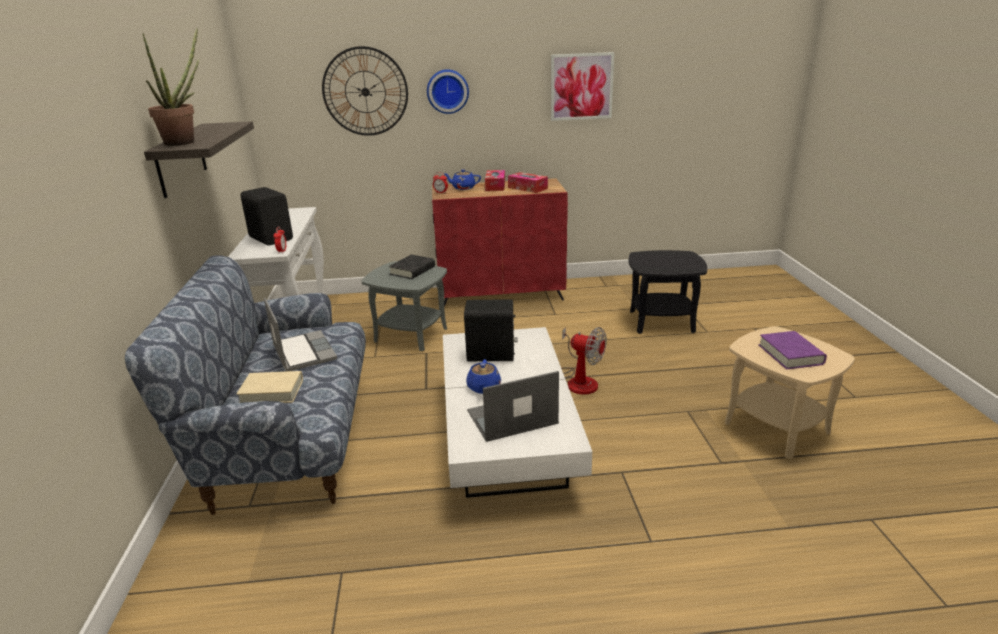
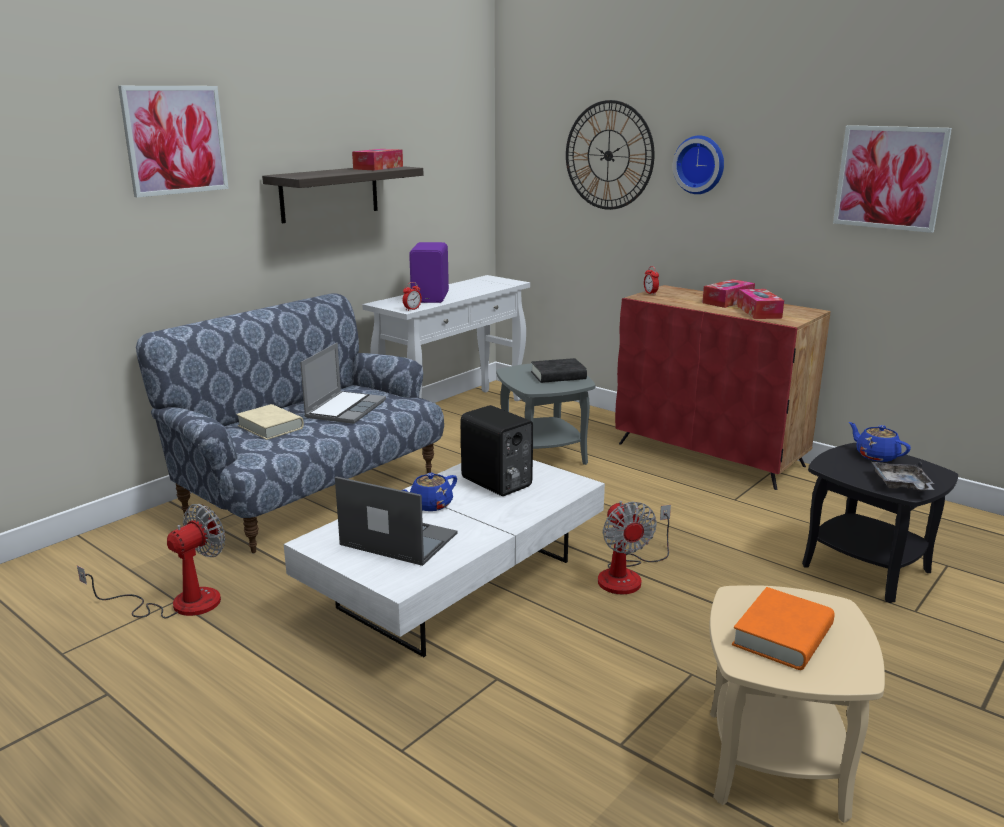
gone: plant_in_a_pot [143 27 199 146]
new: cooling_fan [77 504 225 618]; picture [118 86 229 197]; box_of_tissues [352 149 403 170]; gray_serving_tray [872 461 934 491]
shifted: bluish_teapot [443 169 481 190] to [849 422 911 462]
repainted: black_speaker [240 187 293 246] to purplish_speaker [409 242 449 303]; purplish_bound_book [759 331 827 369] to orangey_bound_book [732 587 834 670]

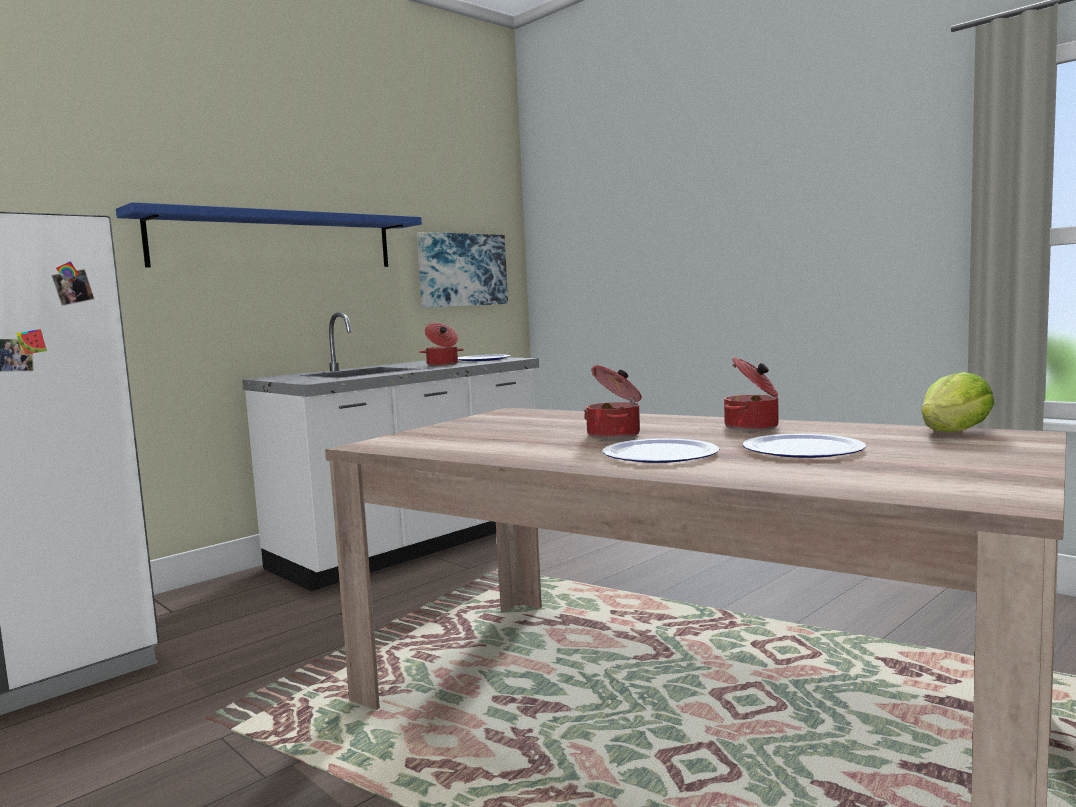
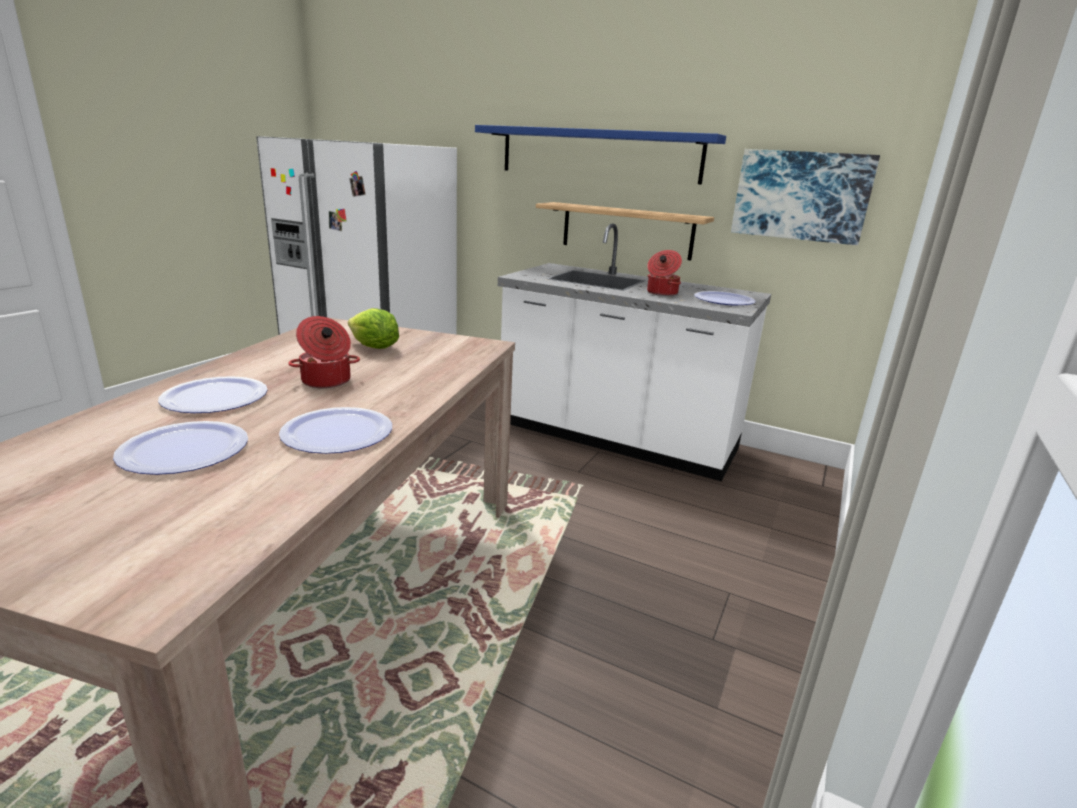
new: wall_shelf [536 202 714 261]
shifted: lettuce_head [922 372 994 432] to [348 308 399 349]
swapped: stockpot [724 357 779 431] to plate [279 407 392 454]

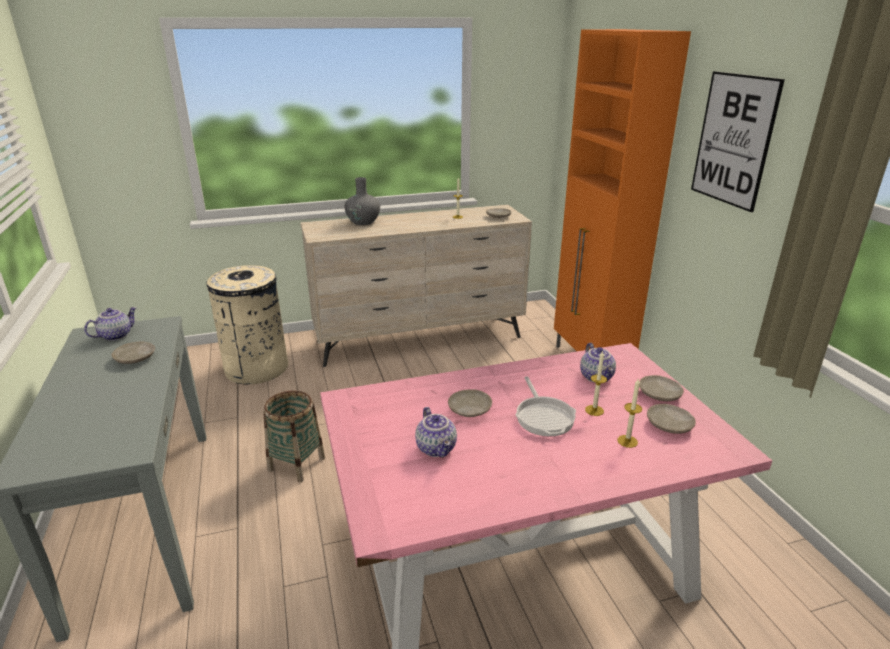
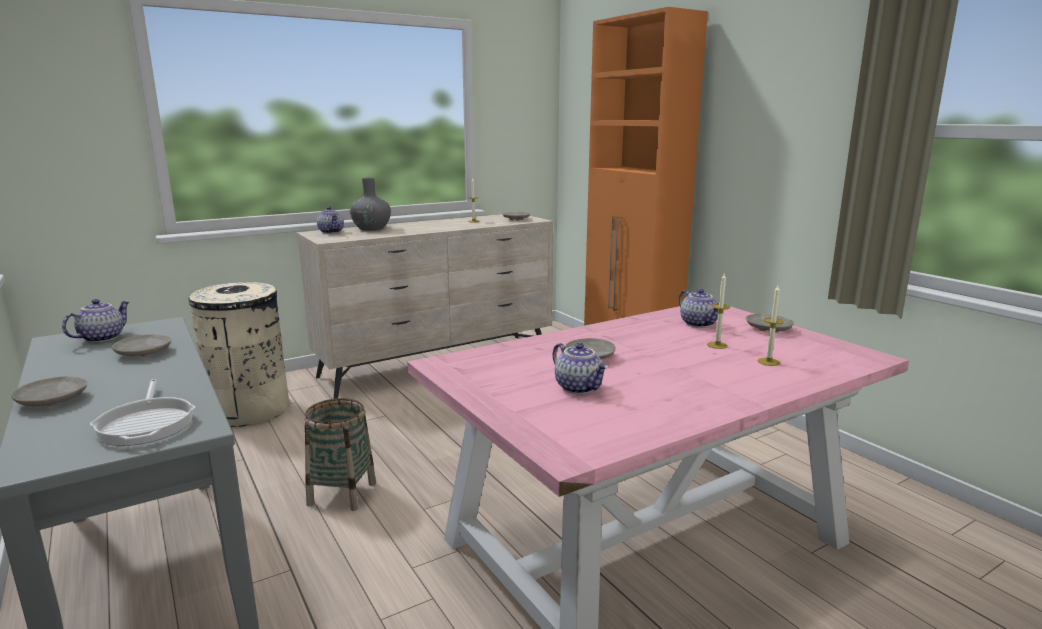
gone: picture [691 71 785 212]
new: teapot [317 206 344 234]
shifted: skillet [516 376 576 436] to [90 379 196 446]; beige-coloured_plate [647 404 696 434] to [11 376 88 406]

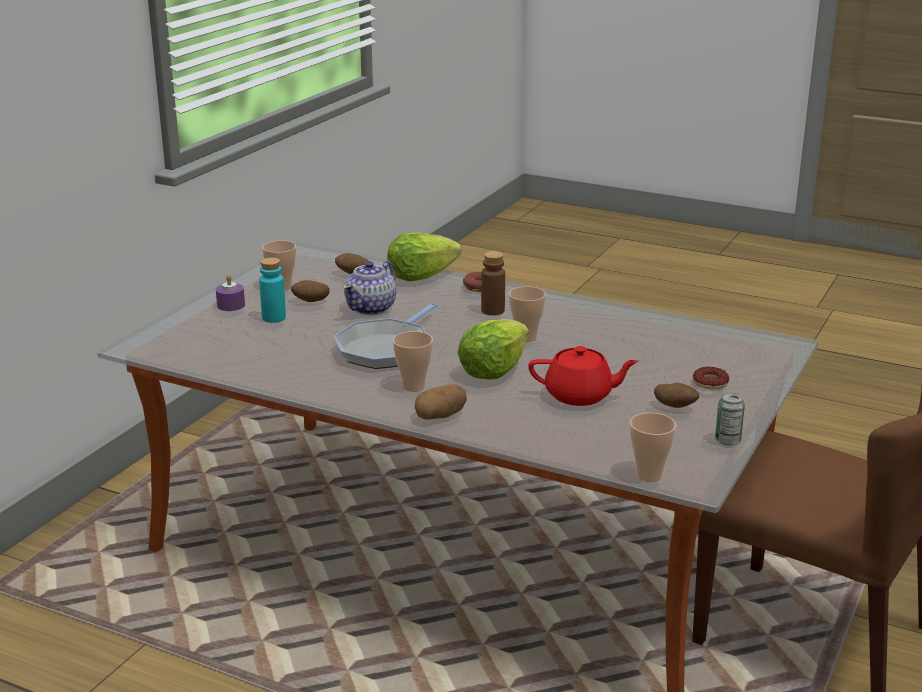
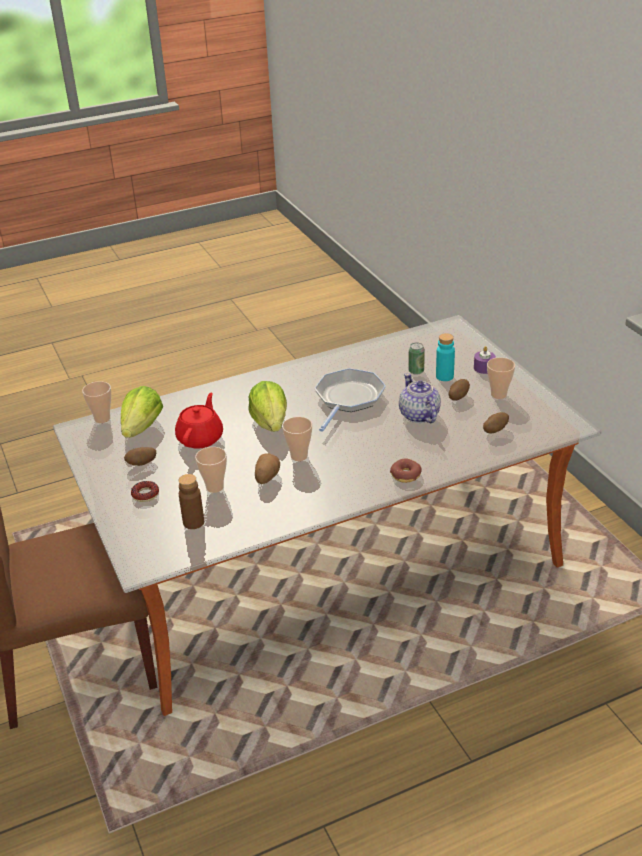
shifted: lettuce_head [387 233 461 281] to [121 386 163 438]; small_cup [393 331 433 391] to [195 447 227 493]; whole_potato [415 384 467 420] to [255 454 280 484]; brown-coloured_bottle [481 251 505 315] to [179 474 204 529]; can [715 393 745 446] to [408 343 425 375]
rotated: skillet [334 303 438 369] = [314 368 386 432] 45 degrees clockwise; red-coloured_teapot [528 346 639 406] = [175 392 223 449] 150 degrees clockwise

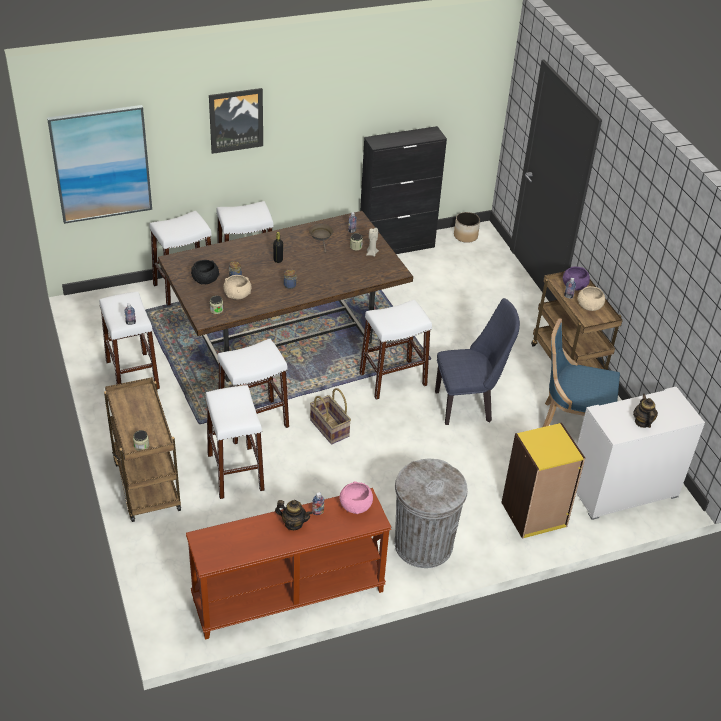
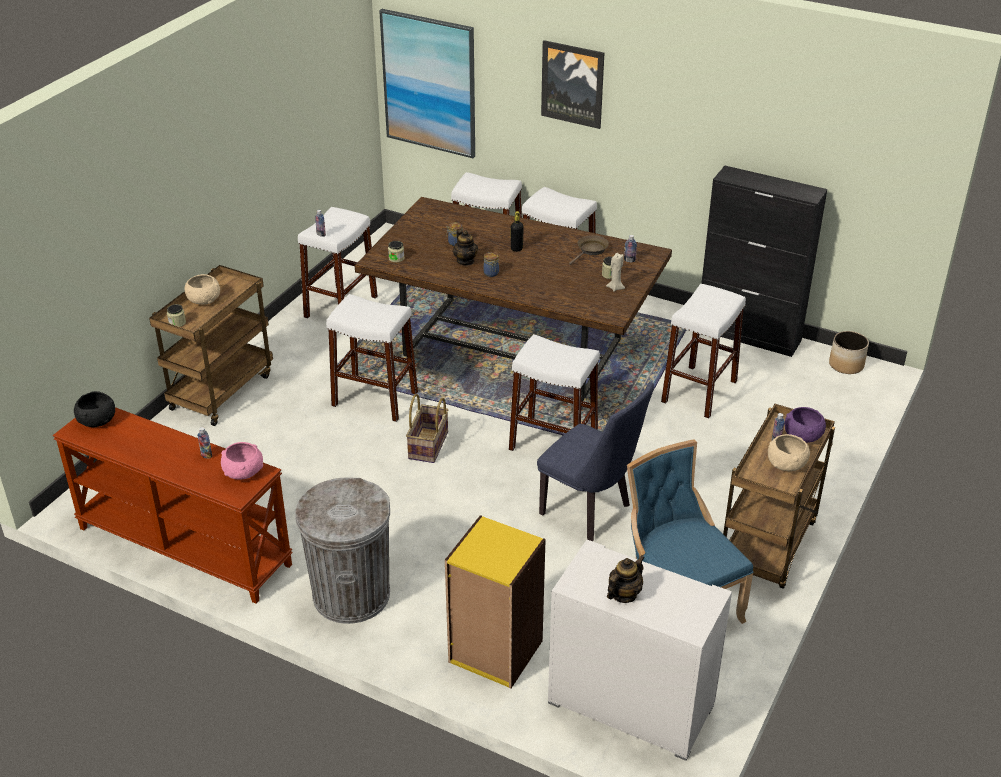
shifted: black_deep_dish [191 260 220 284] to [74 391 115 427]; white-coloured_sitting_stool [205 385 265 499] to [661 284 746 418]; beige-coloured_deep_dish [223 275 252 299] to [185 274 220 305]; teapot [275 500 312 530] to [453 229 478 265]

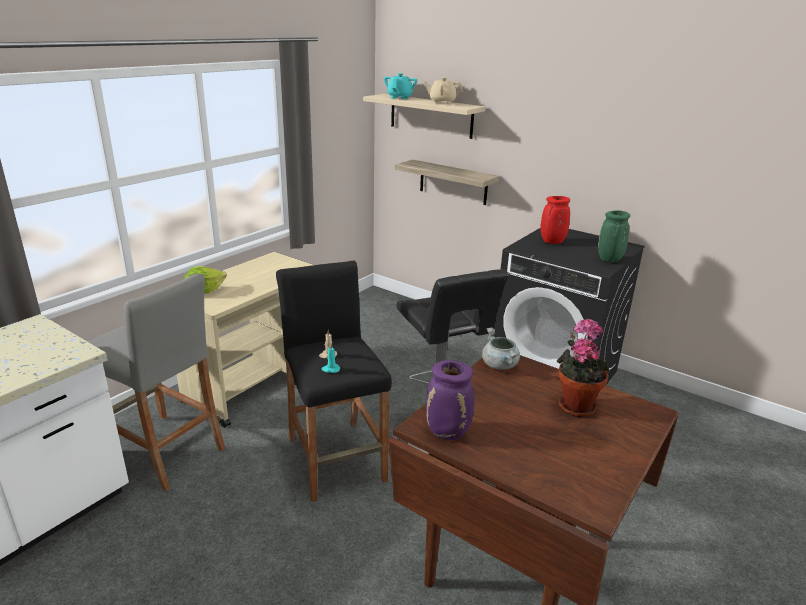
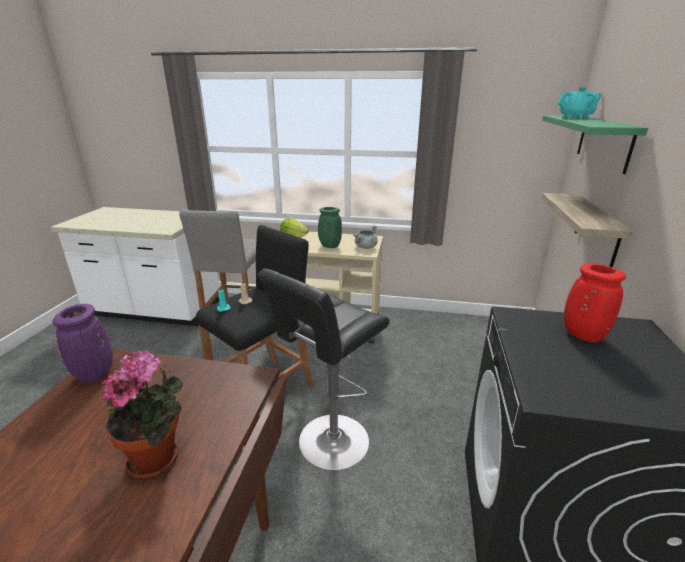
gone: beige-coloured_teapot [424 77 463 104]
shifted: gray_stockpot [482 328 520 370] to [353 225 378 249]; greenish_flower_vase [598 210 630 262] to [318 207 342 248]
repainted: beige-coloured_wall_shelf [363 94 486 139] to greenish_wall_shelf [542 115 648 174]

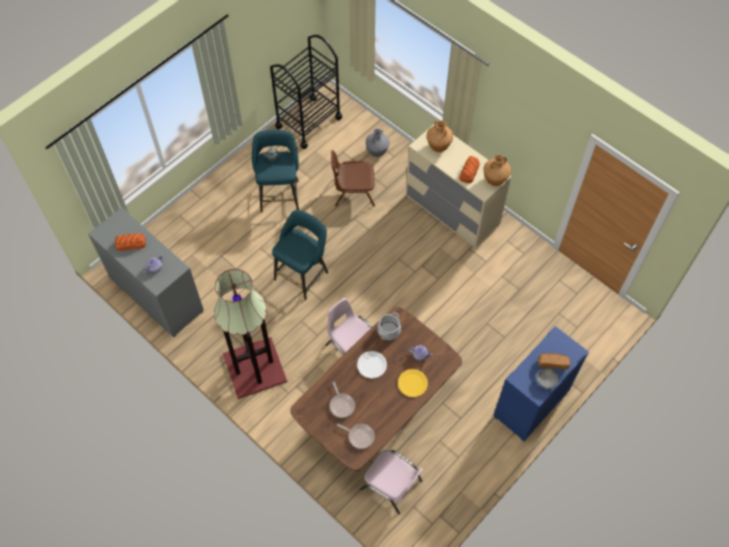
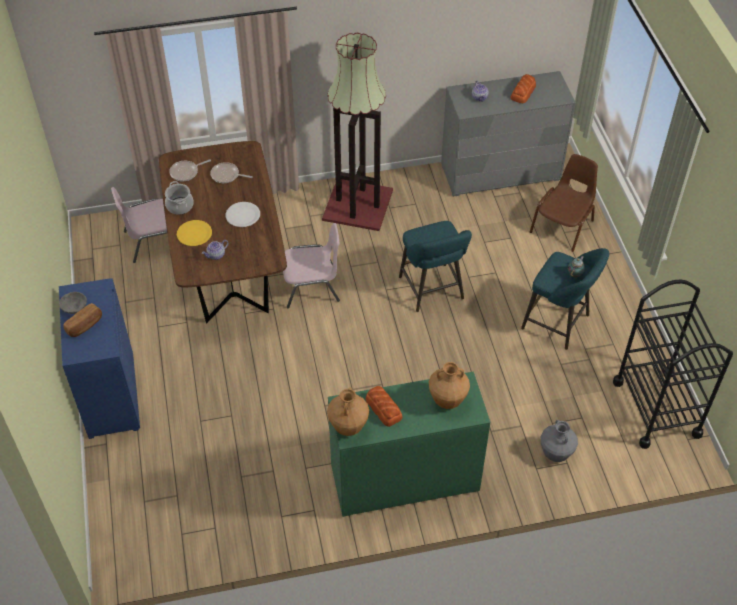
shifted: brown-coloured_chair [331 150 375 206] to [530 154 598 252]; stockpot [377 312 401 340] to [165 181 194 215]
repainted: beige-coloured_dresser [406 123 511 248] to greenish_dresser [328 372 490 517]

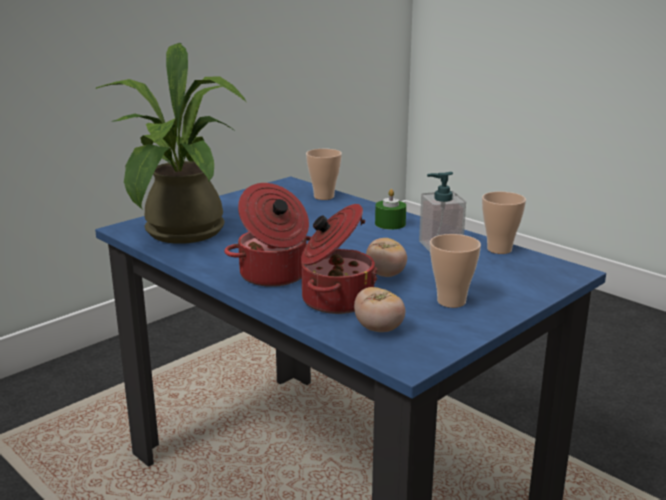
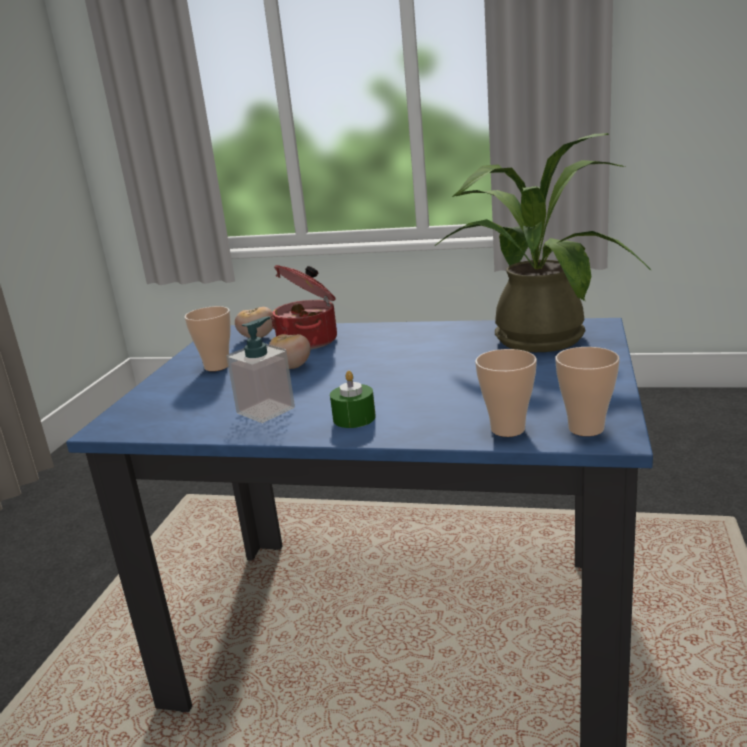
gone: stockpot [224 183 311 287]
shifted: small_cup [482 192 526 254] to [555 347 620 436]

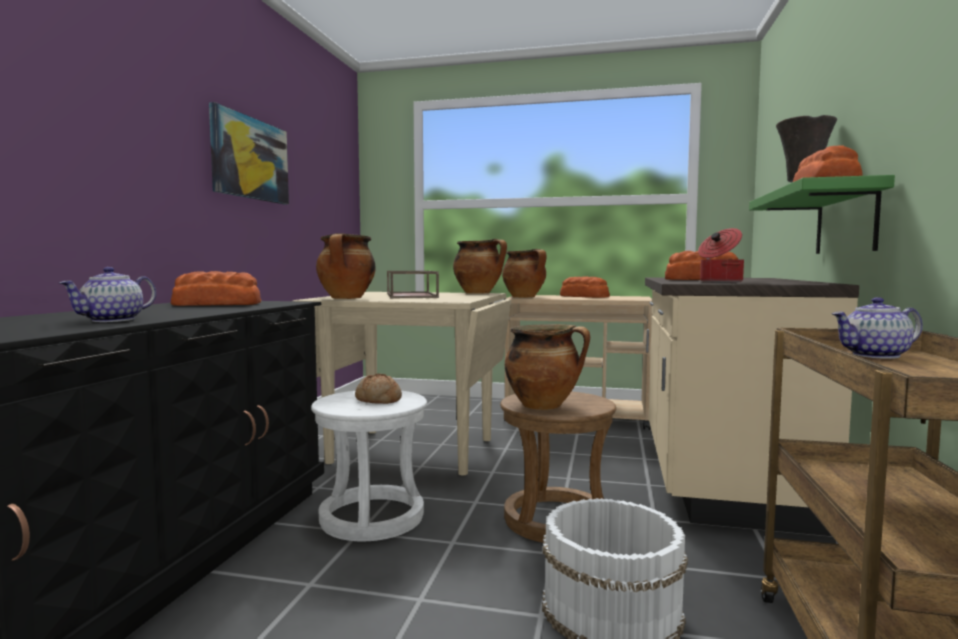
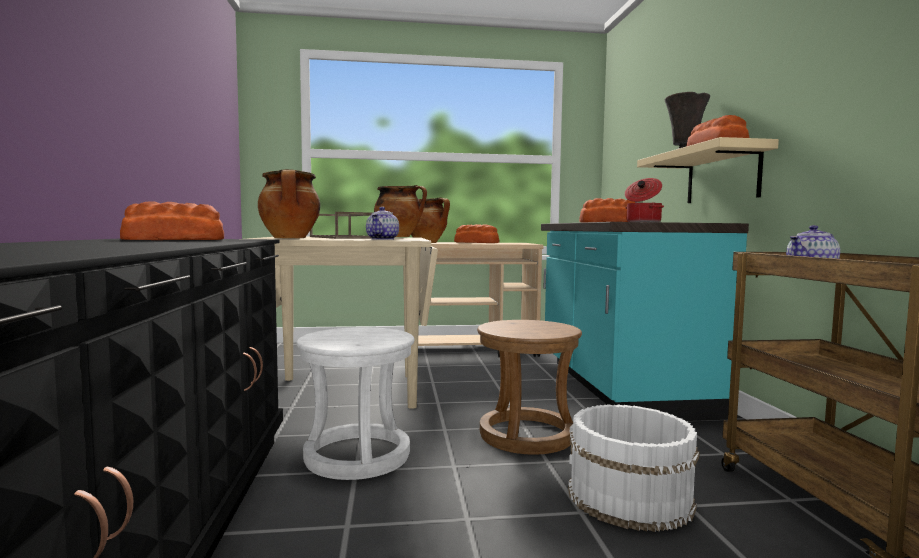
gone: picture [209 102 289 204]; baked_bread [355 374 402 404]; stockpot [505 324 590 410]
shifted: teapot [59 267 156 322] to [366 207 399 240]
repainted: beige-coloured_counter [645 277 859 536] to blue-green_counter [541 222 749 421]; greenish_wall_shelf [749 175 895 254] to beige-coloured_wall_shelf [637 137 779 203]

